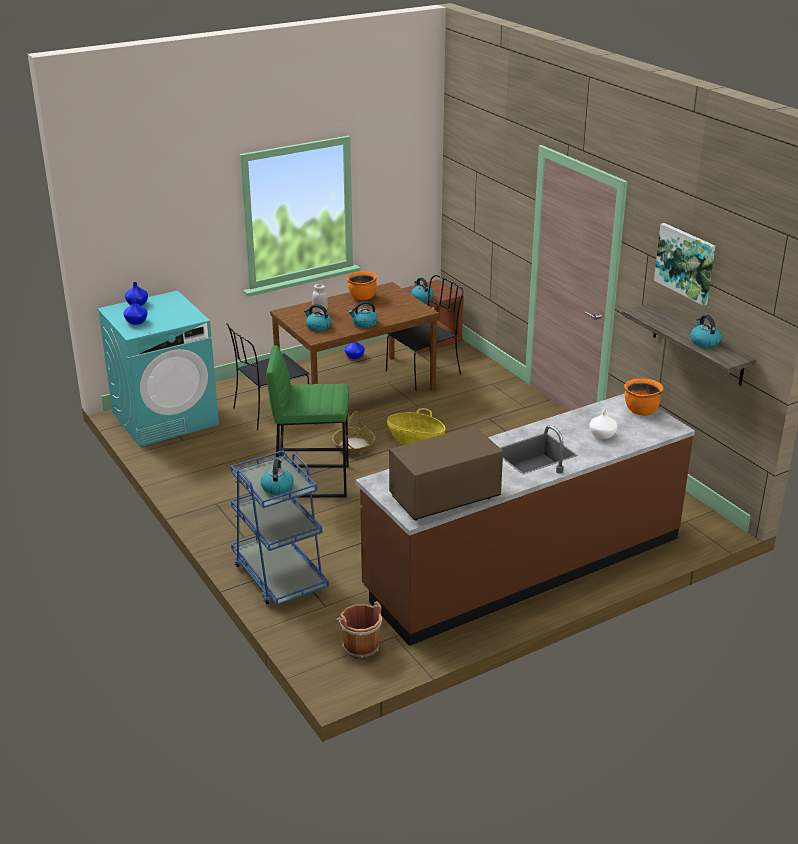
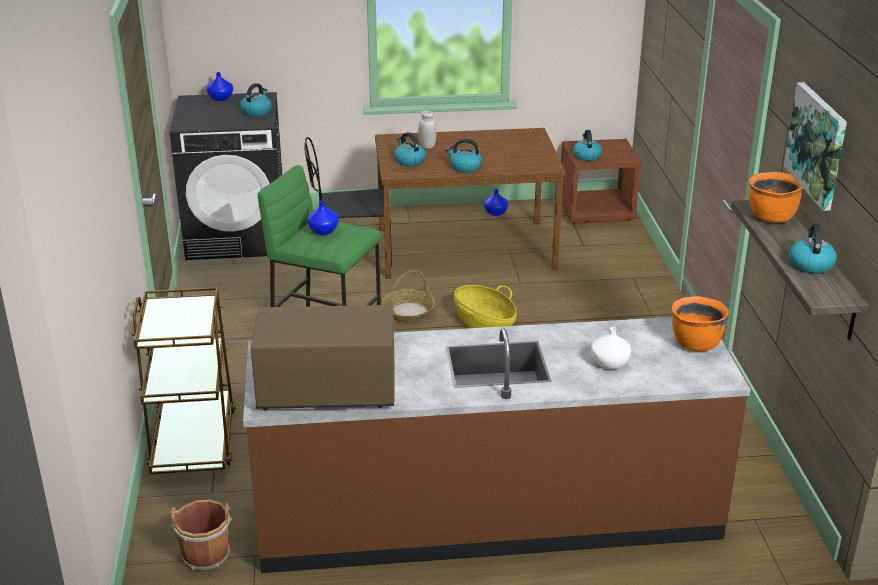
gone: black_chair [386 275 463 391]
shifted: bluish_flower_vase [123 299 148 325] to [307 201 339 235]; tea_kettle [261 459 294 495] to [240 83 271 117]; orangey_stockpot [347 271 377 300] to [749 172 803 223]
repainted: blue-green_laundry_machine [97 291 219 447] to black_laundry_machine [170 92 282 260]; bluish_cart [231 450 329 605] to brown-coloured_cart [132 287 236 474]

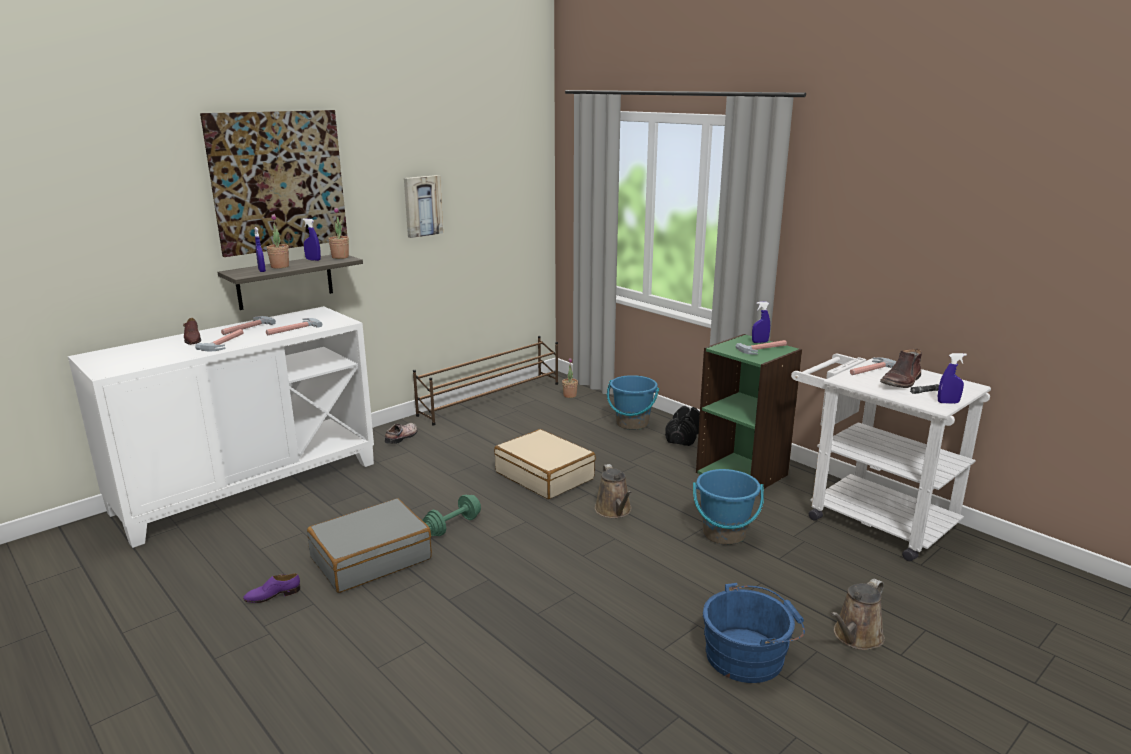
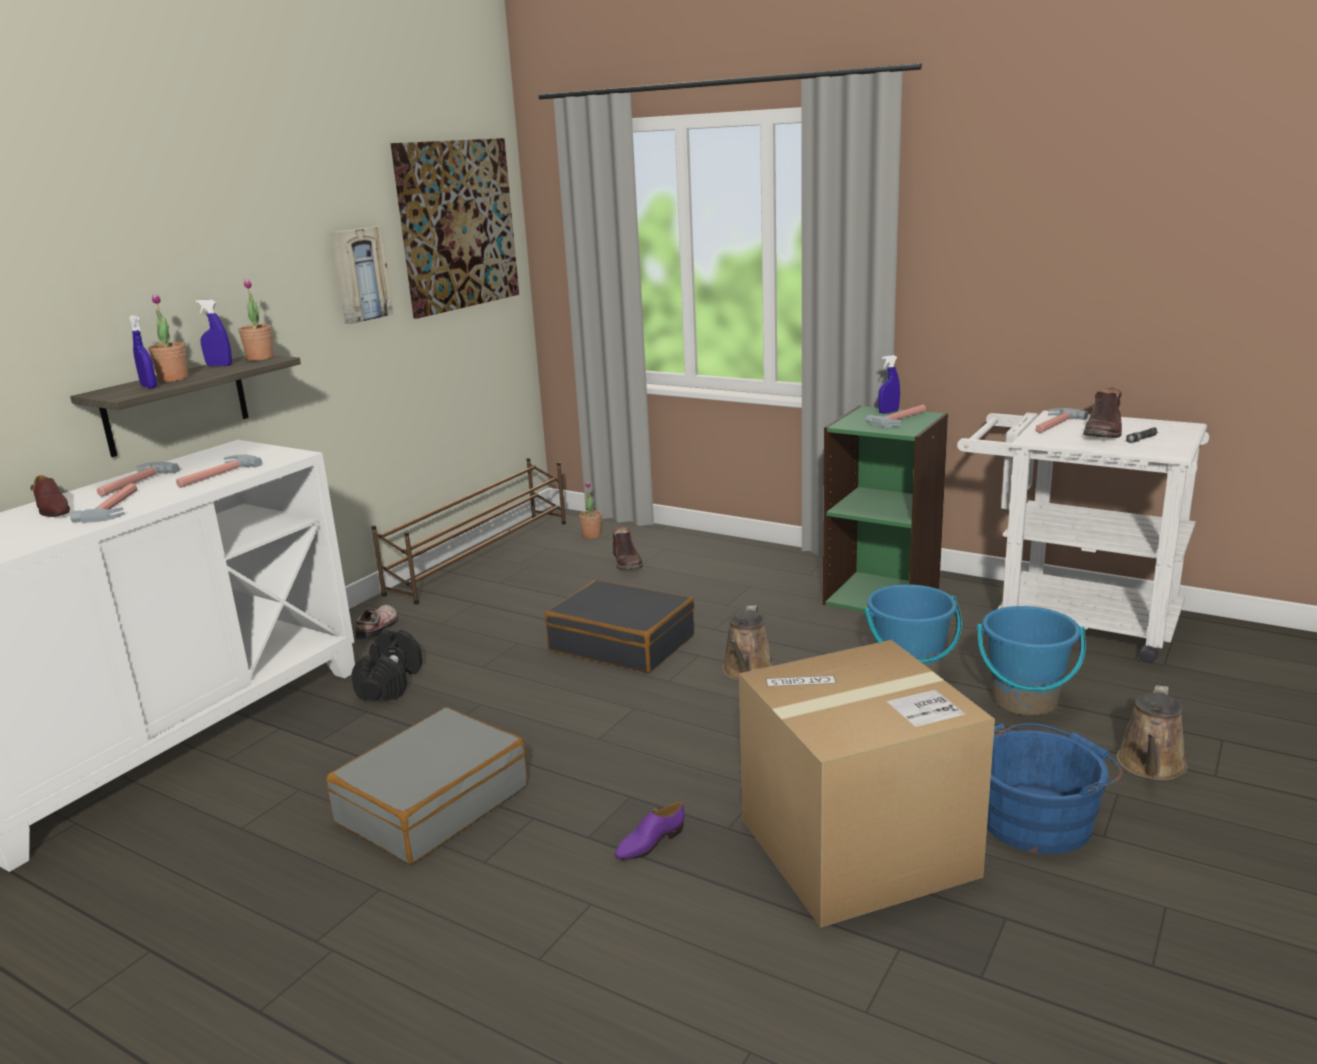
gone: greenish_hand_weight [423 495 481 536]; bluish_sprayer [938 353 967 404]
new: brown-coloured_boot [613 526 643 570]; carton [739 640 995 928]
shifted: picture [200 110 347 257] to [391 138 519 319]; purplish_low_shoe [243 573 300 603] to [614 802 685 860]; bluish_bucket [607 375 659 430] to [977 606 1086 716]; black_hand_weight [665 406 700 446] to [351 630 422 700]
repainted: beige-coloured_travel_case [494 429 596 499] to black_travel_case [545 580 695 673]
rotated: brown-coloured_sprinkling_can [595 464 632 518] = [722 605 775 680] 45 degrees clockwise

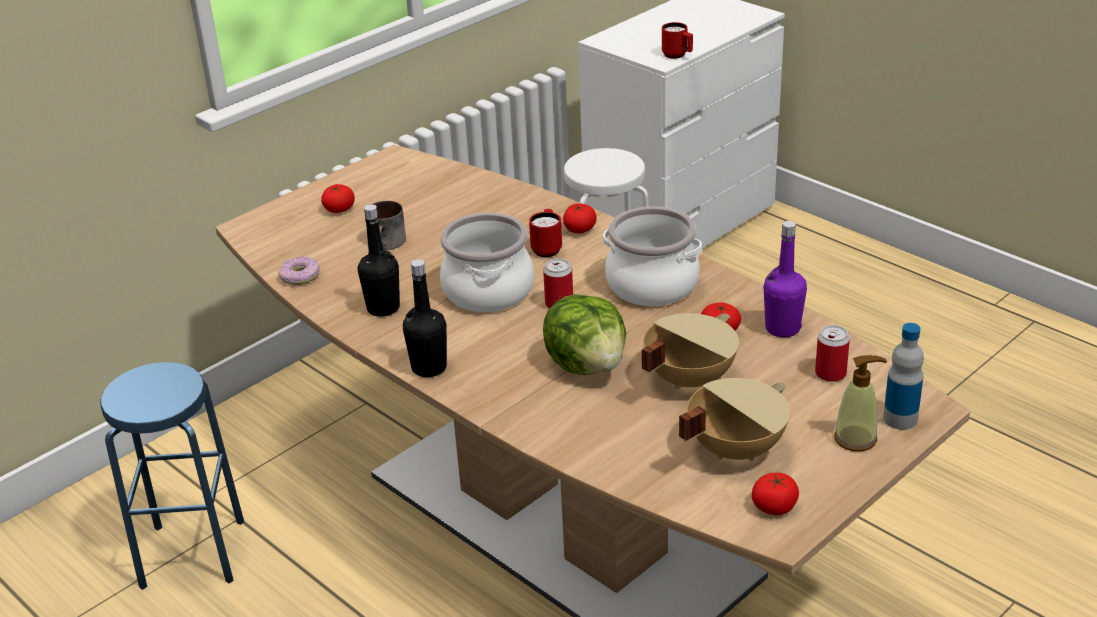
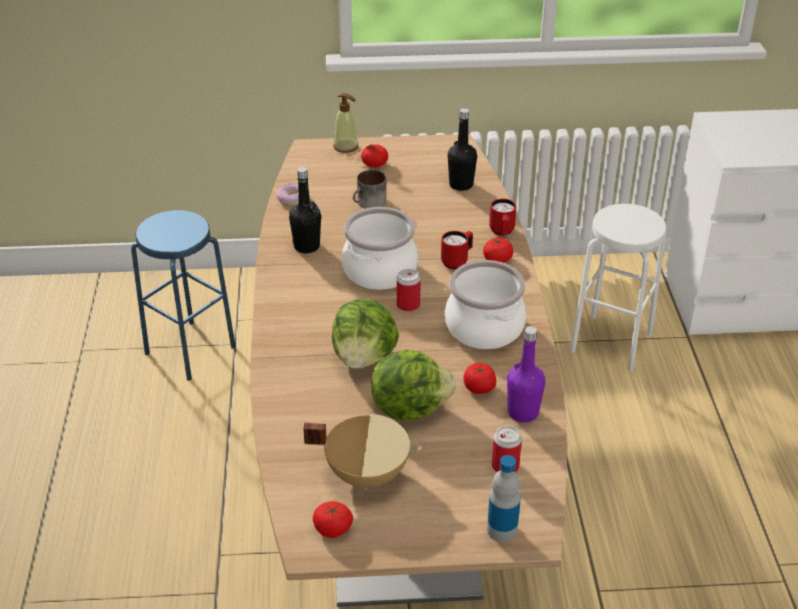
shifted: black_bottle [403 259 447 377] to [448 108 477 191]; red-coloured_mug [662 22 693 59] to [489 199 516 236]; soap_bottle [834 355 887 452] to [333 93 358 153]
swapped: beige-coloured_stockpot [642 313 739 390] to lettuce_head [371 349 456 420]

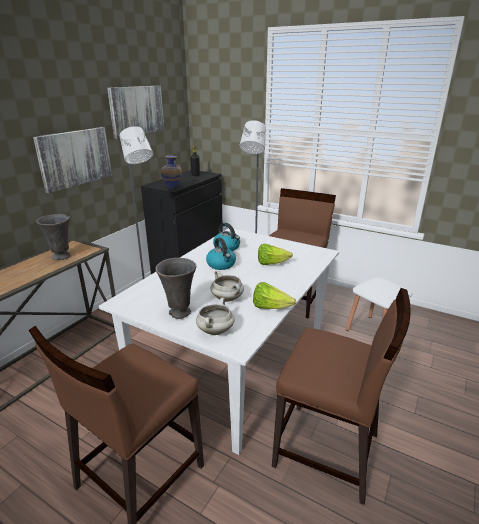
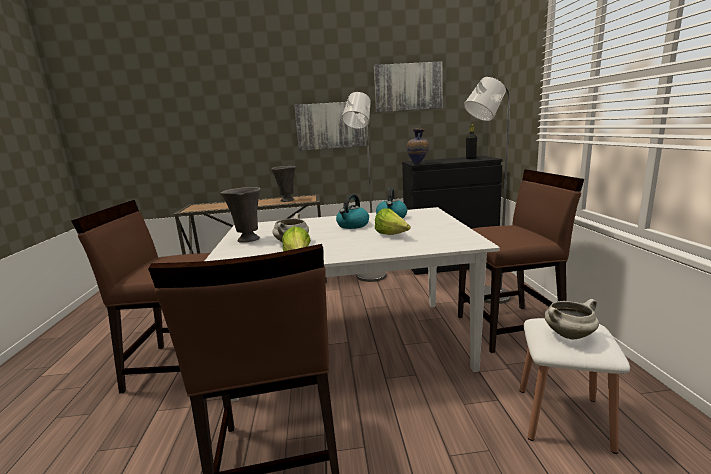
shifted: white-coloured_stockpot [196 298 235 335] to [544 299 599 340]

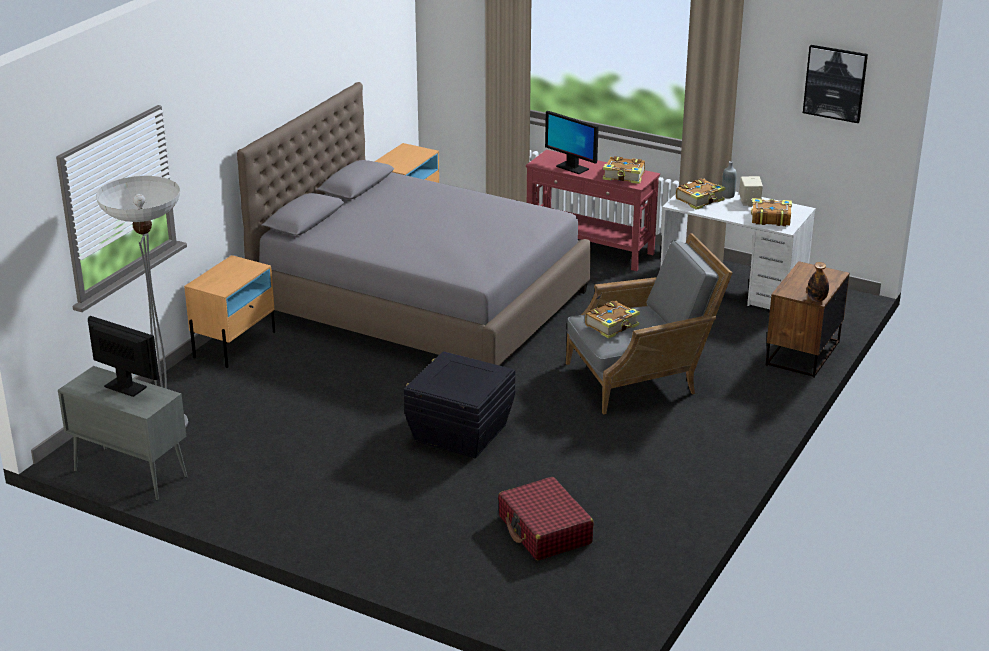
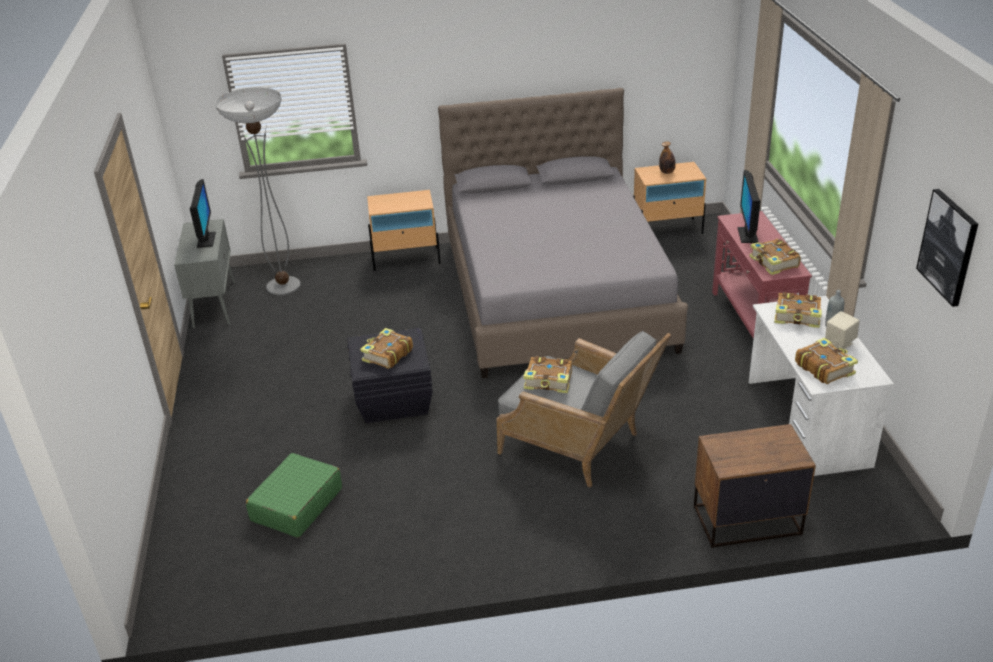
new: bound_book [360 328 413 369]
shifted: bottle [807 262 829 302] to [659 141 676 174]
repainted: red-coloured_travel_case [498 477 594 561] to greenish_travel_case [246 453 342 538]

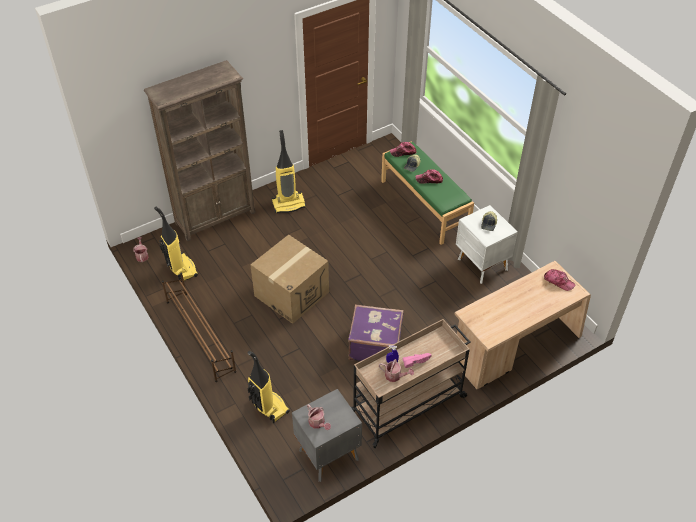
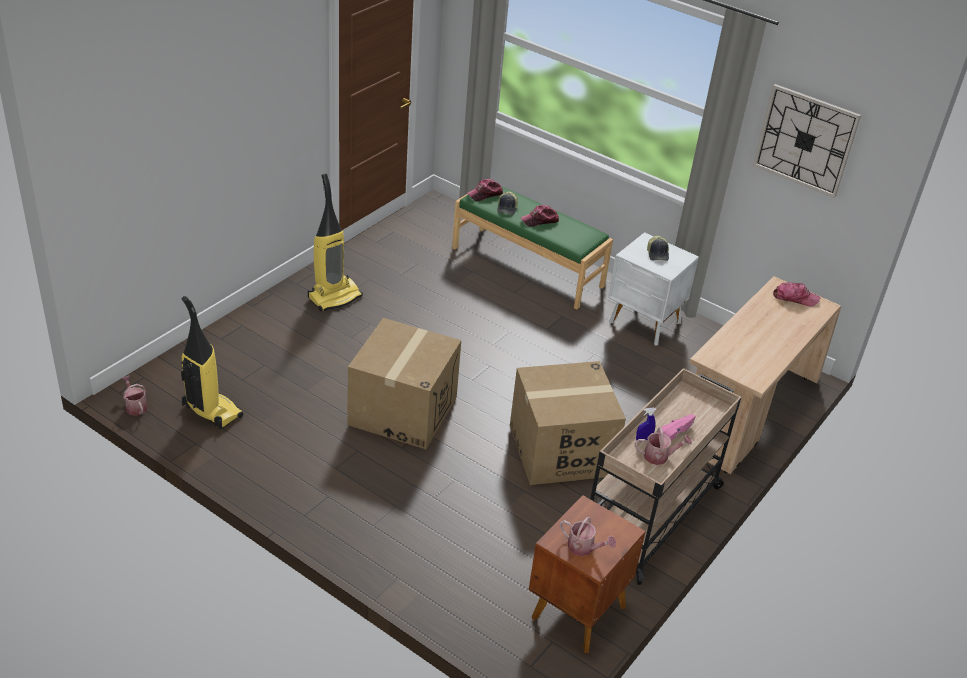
gone: brown-coloured_shelving_unit [144 60 255 241]; brown-coloured_shoe_rack [162 272 236 382]; vacuum_cleaner [247 351 290 423]
new: hanging_clock [753 84 861 198]
swapped: purplish_travel_case [348 304 404 361] to carton [510 361 626 485]
repainted: gray_bedside_table [292 389 362 482] to brown-coloured_bedside_table [528 495 646 653]

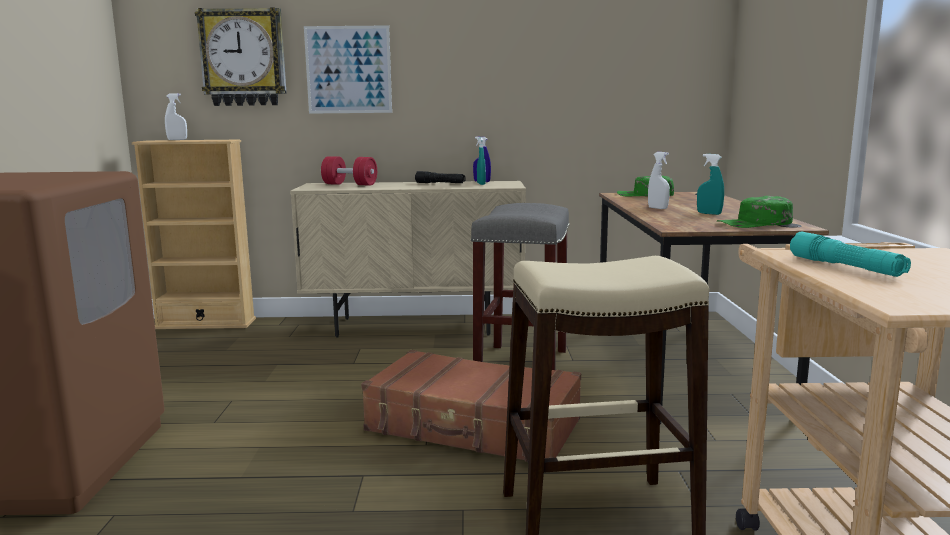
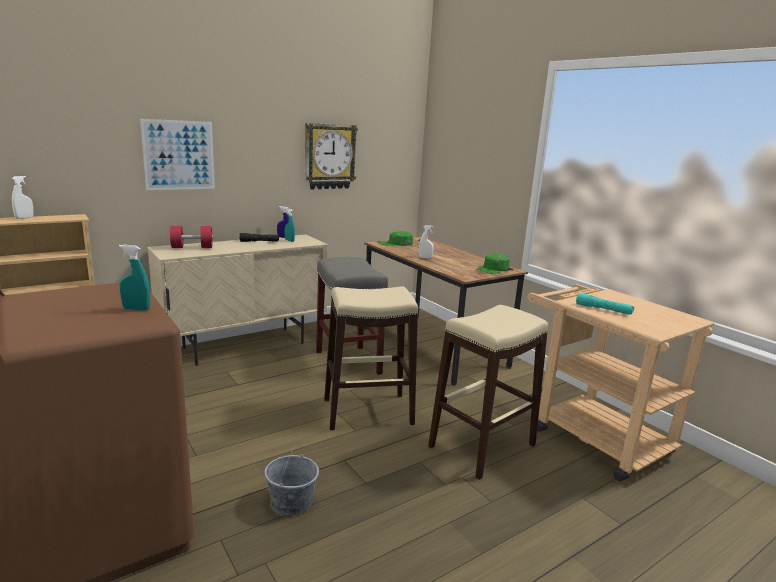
new: gray_bucket [264 444 319 515]
shifted: hanging_clock [195 7 287 106] to [305 123 358 189]; blue-green_sprayer [697 154 724 215] to [119 245 150 311]
swapped: brown-coloured_travel_case [361 350 581 462] to beige-coloured_sitting_stool [324 286 418 430]

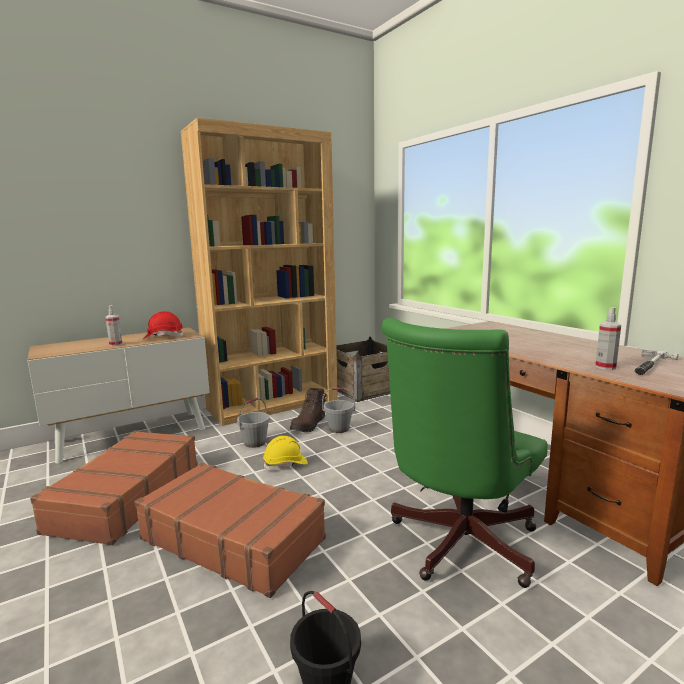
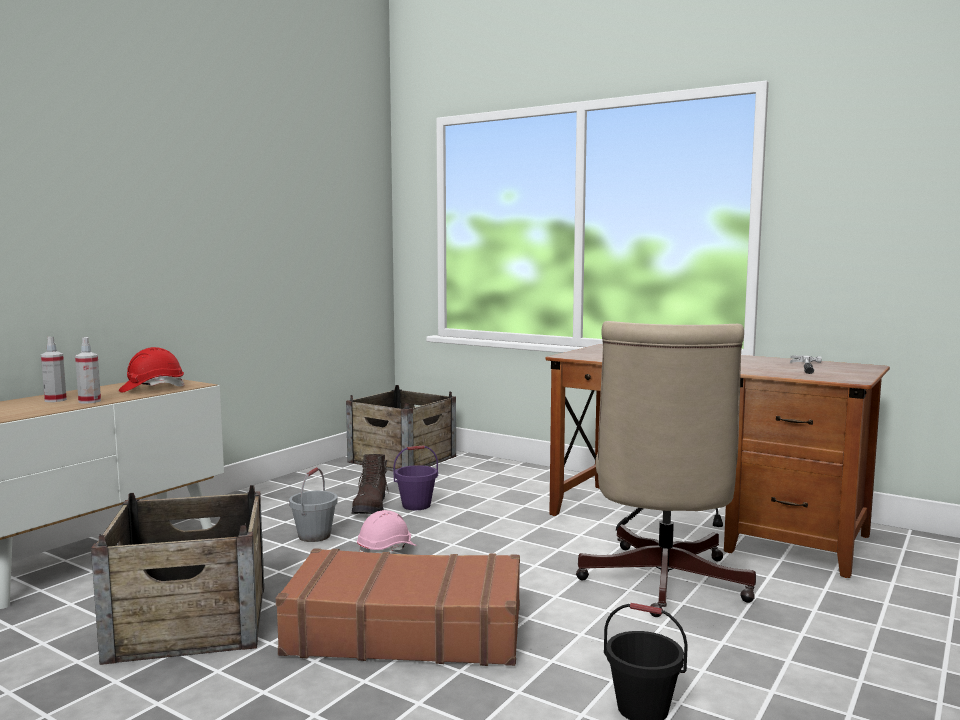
gone: brown-coloured_shelving_unit [181 118 338 426]
shifted: sprayer [595 307 621 370] to [41 337 67 402]
swapped: brown-coloured_travel_case [30 431 198 545] to shipping_crate [91 485 264 665]
repainted: yellowish_hard_hat [263 436 308 470] to pink-coloured_hard_hat [357 510 417 553]; gray_bucket [322 388 355 433] to purplish_bucket [393 445 438 510]; greenish_desk_chair [382 318 548 588] to beige-coloured_desk_chair [576 321 756 617]

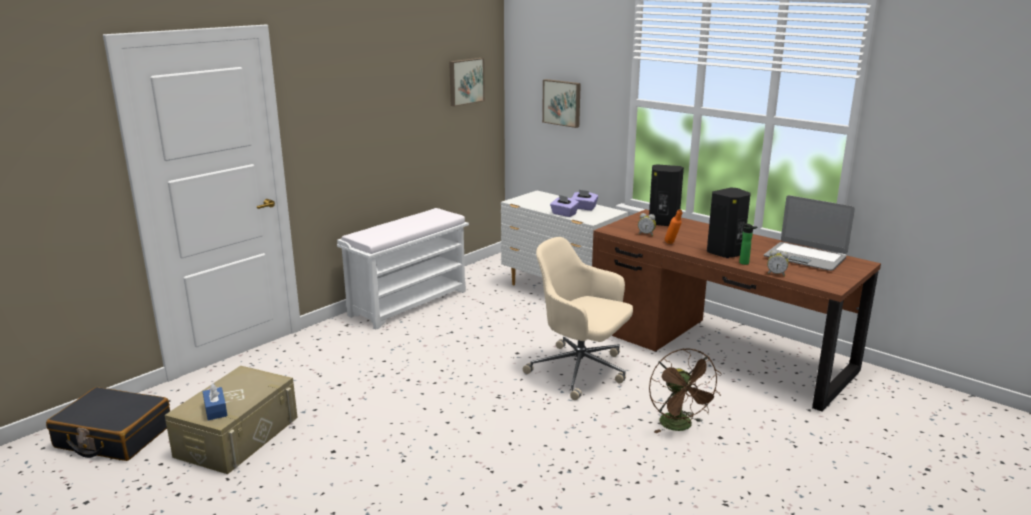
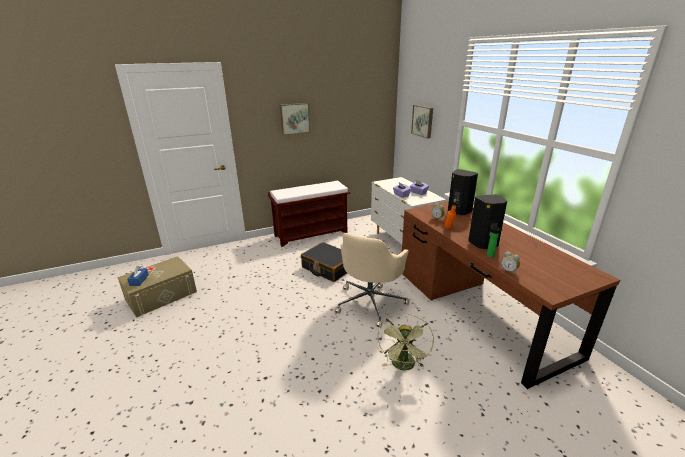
gone: laptop [764 195 855 271]
shifted: black_travel_case [46 387 170 461] to [301 242 347 282]; picture [449 58 485 107] to [280 103 310 135]
repainted: white-coloured_bench [337 208 469 330] to brown-coloured_bench [268 181 350 247]; brown-coloured_cooling_fan [649 348 722 433] to greenish_cooling_fan [377 313 434 371]
rotated: beige-coloured_desk_chair [523 237 633 400] = [334 233 409 328] 120 degrees counterclockwise

